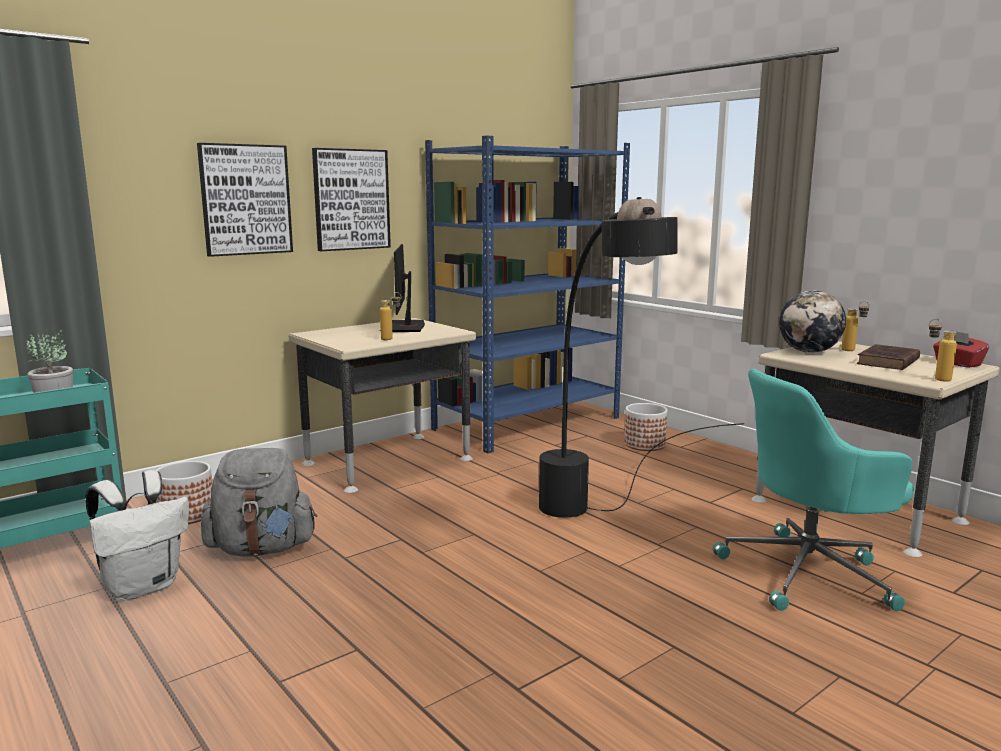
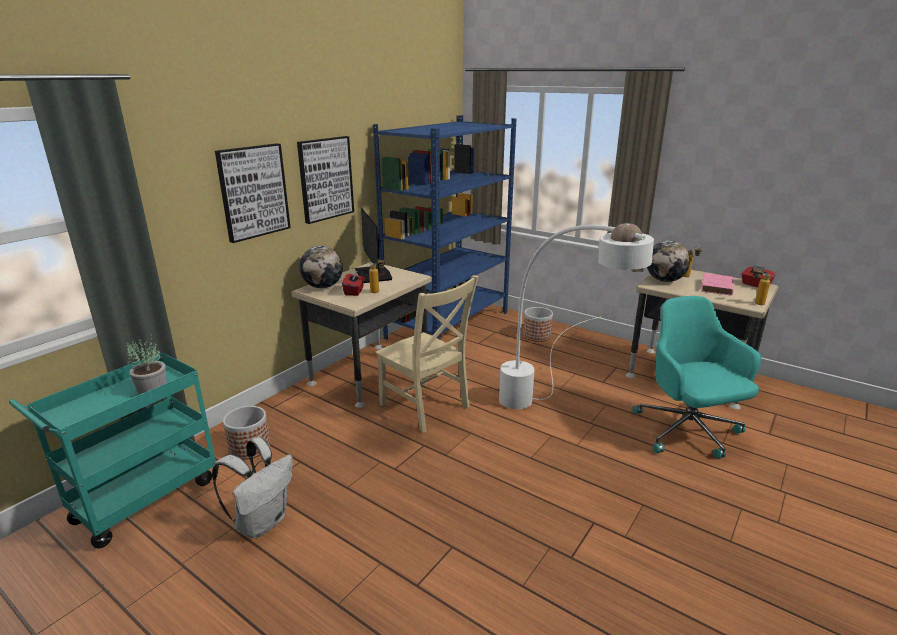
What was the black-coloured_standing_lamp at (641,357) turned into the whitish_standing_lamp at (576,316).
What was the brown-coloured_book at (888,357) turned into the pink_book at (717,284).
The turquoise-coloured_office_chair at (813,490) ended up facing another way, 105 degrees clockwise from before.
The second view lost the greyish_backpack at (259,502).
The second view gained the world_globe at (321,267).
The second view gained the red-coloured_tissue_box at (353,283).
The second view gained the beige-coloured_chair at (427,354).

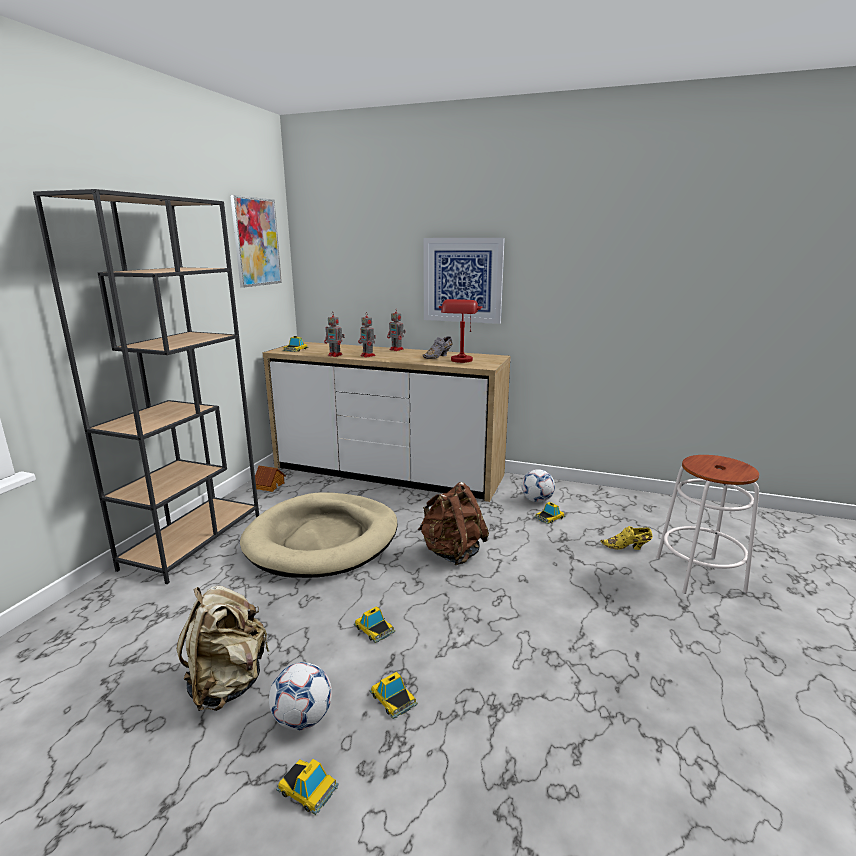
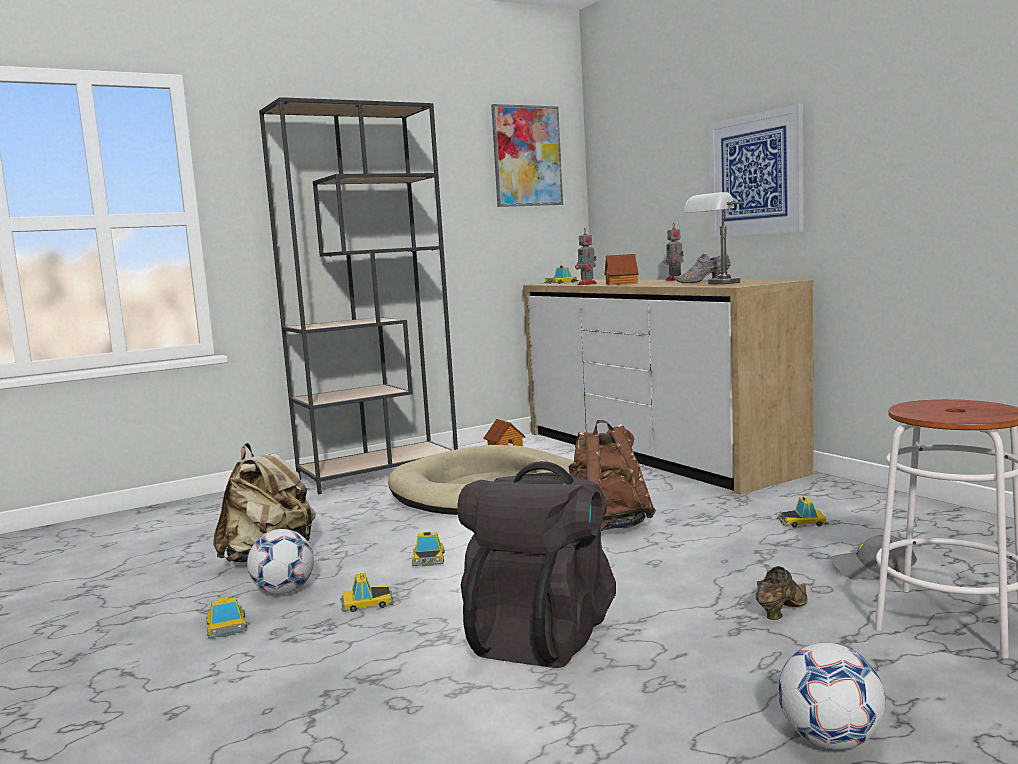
What was the red-coloured_tabletop_lamp at (460,331) turned into the greyish_tabletop_lamp at (714,238).
Where the robot_figure stood at (367,336), the miniature_house came to stand at (622,269).
The football ended up elsewhere, having gone from (538,485) to (832,696).
Where the yellow_low_shoe stood at (626,538), the greyish_cap came to stand at (874,557).
The model_car at (393,695) ended up facing another way, 105 degrees counterclockwise from before.
The second view gained the black-coloured_backpack at (536,564).
The second view gained the brown-coloured_low_shoe at (782,593).

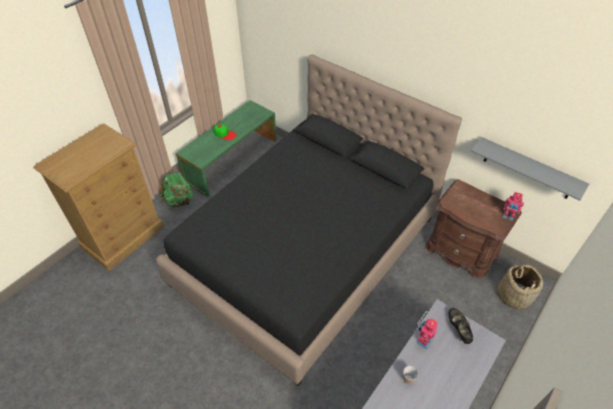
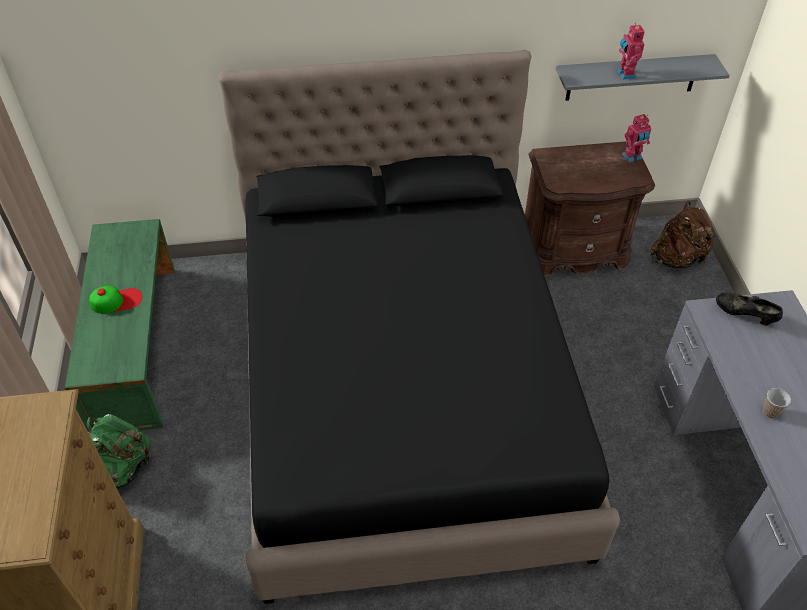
Where the storage_basket stood at (520,286), the brown-coloured_backpack came to stand at (681,234).
The robot_figure ended up elsewhere, having gone from (427,333) to (631,51).

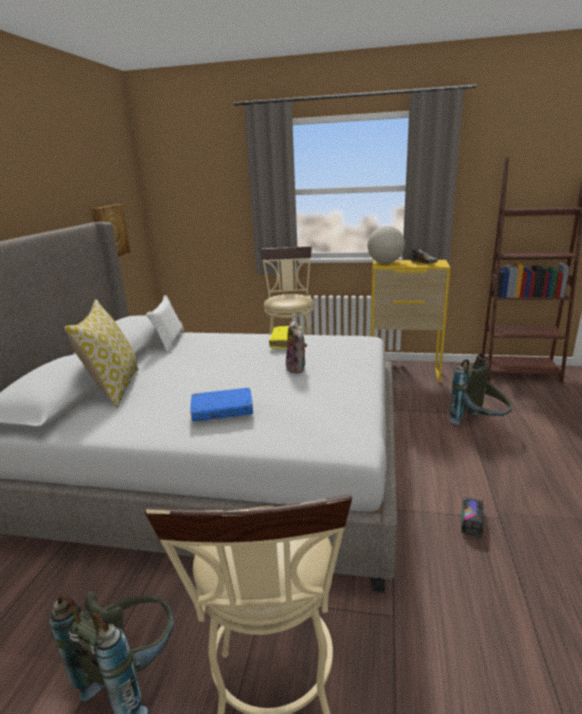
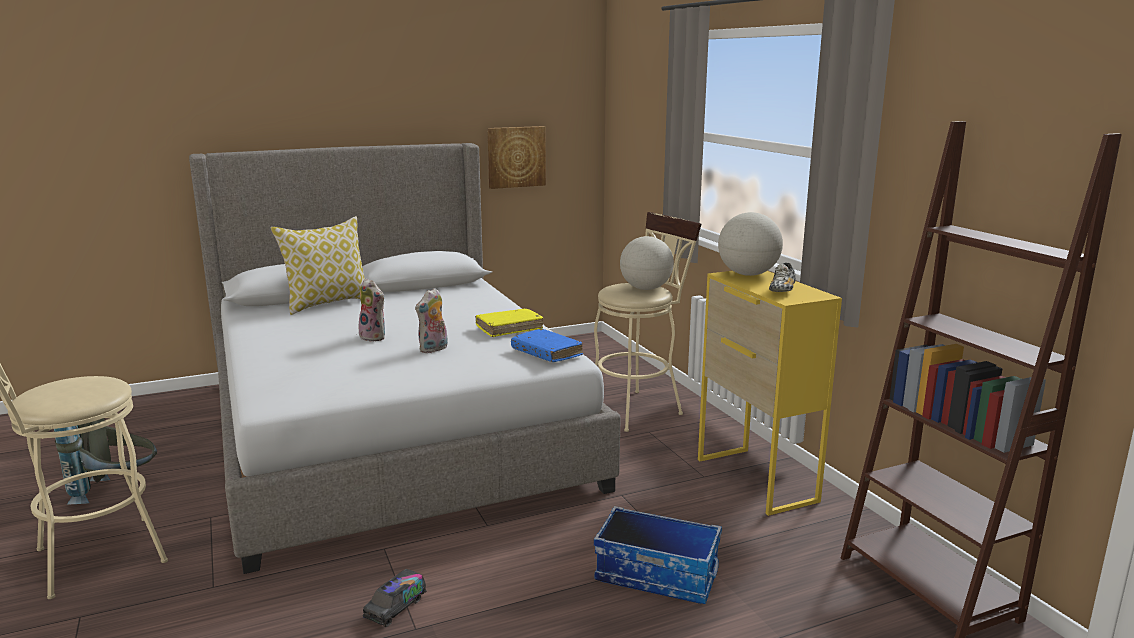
The second view lost the whitish_throw_pillow at (165,324).
Where the greyish_backpack stood at (480,389), the storage_box came to stand at (658,555).
The bluish_book ended up elsewhere, having gone from (222,405) to (547,345).
The toy_lorry at (472,517) ended up facing another way, 135 degrees clockwise from before.
The second view gained the world_globe at (647,263).
The second view gained the plush_toy at (371,310).

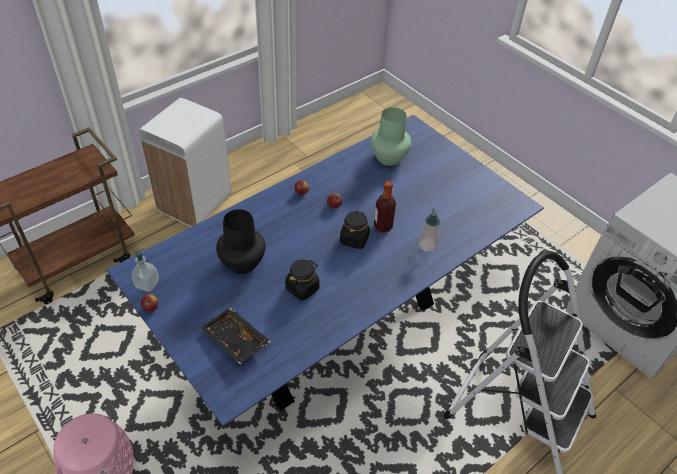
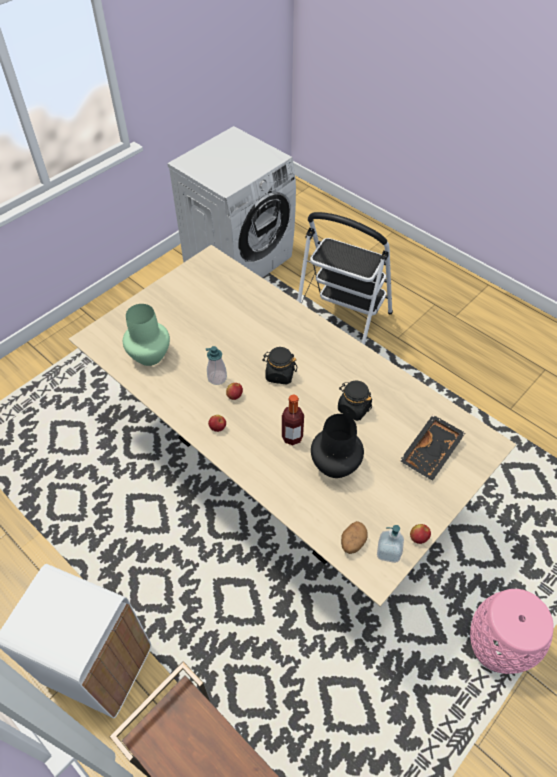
What was the bluish_kitchen_table at (325,270) turned into the beige-coloured_kitchen_table at (293,426).
The bottle ended up elsewhere, having gone from (385,207) to (293,419).
The liquid_soap_bottle ended up elsewhere, having gone from (429,229) to (216,365).
The second view gained the spud at (354,537).

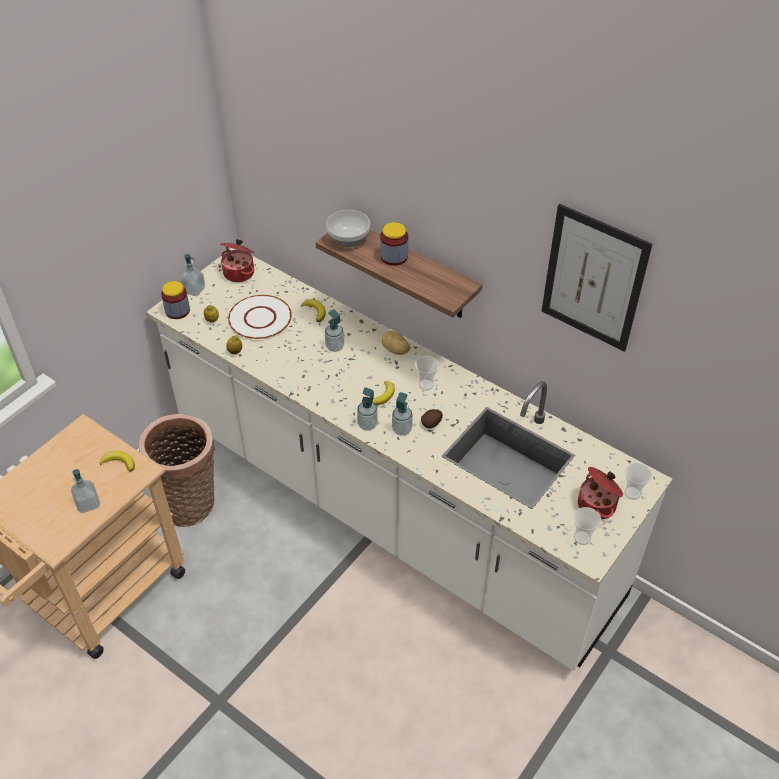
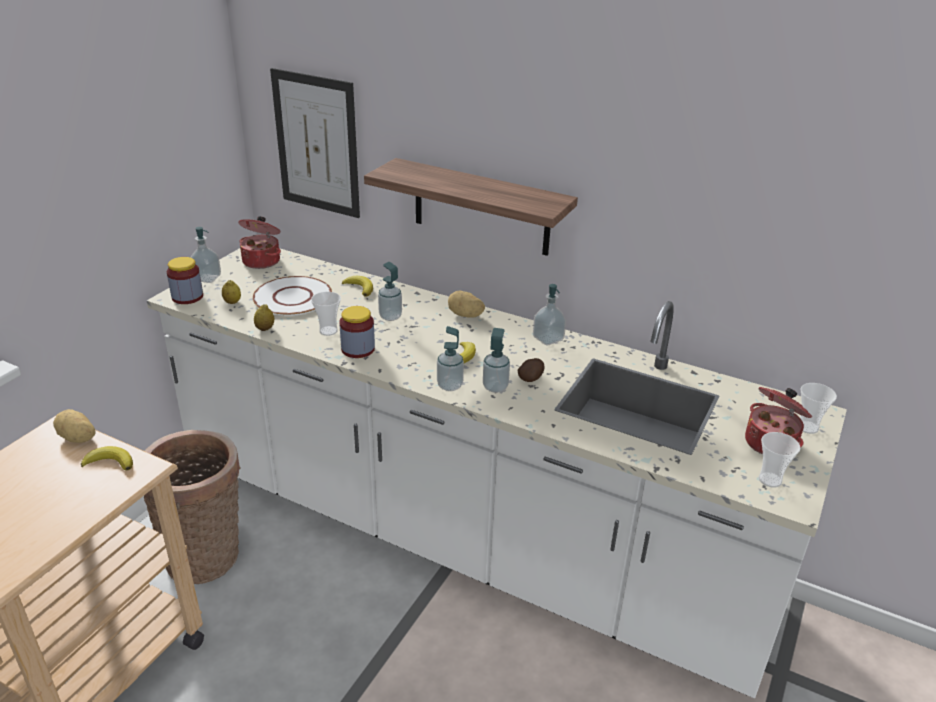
The wall_picture ended up elsewhere, having gone from (597,278) to (315,143).
The second view lost the serving_bowl at (348,228).
The preserve_jar ended up elsewhere, having gone from (394,244) to (357,332).
The small_cup ended up elsewhere, having gone from (427,373) to (326,314).
The liquid_soap_bottle ended up elsewhere, having gone from (85,491) to (549,315).
The second view gained the spud at (74,426).

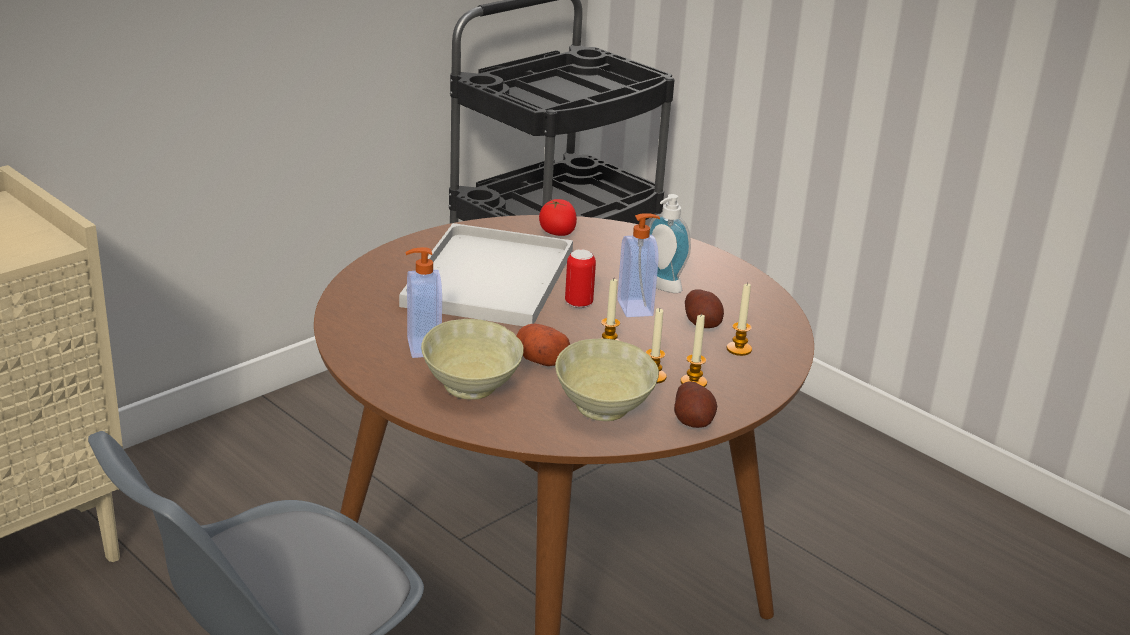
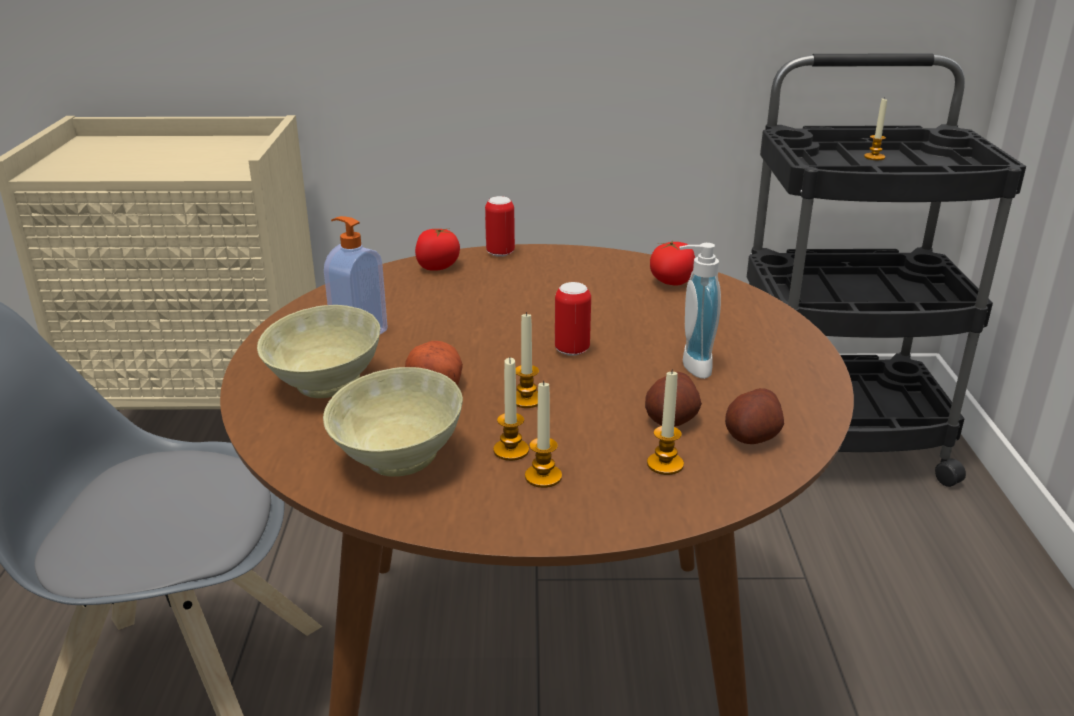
The second view lost the liquid_soap_bottle at (638,265).
The second view lost the whitish_carrying_tray at (486,274).
The spud ended up elsewhere, having gone from (695,404) to (754,416).
The second view gained the wax_light at (875,129).
The second view gained the sealed_can at (500,226).
The second view gained the whole_tomato at (437,249).

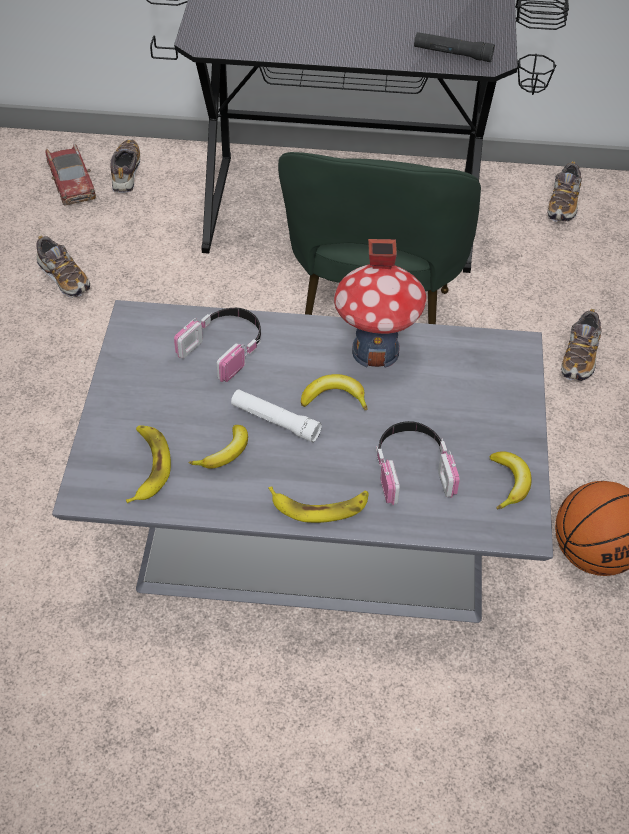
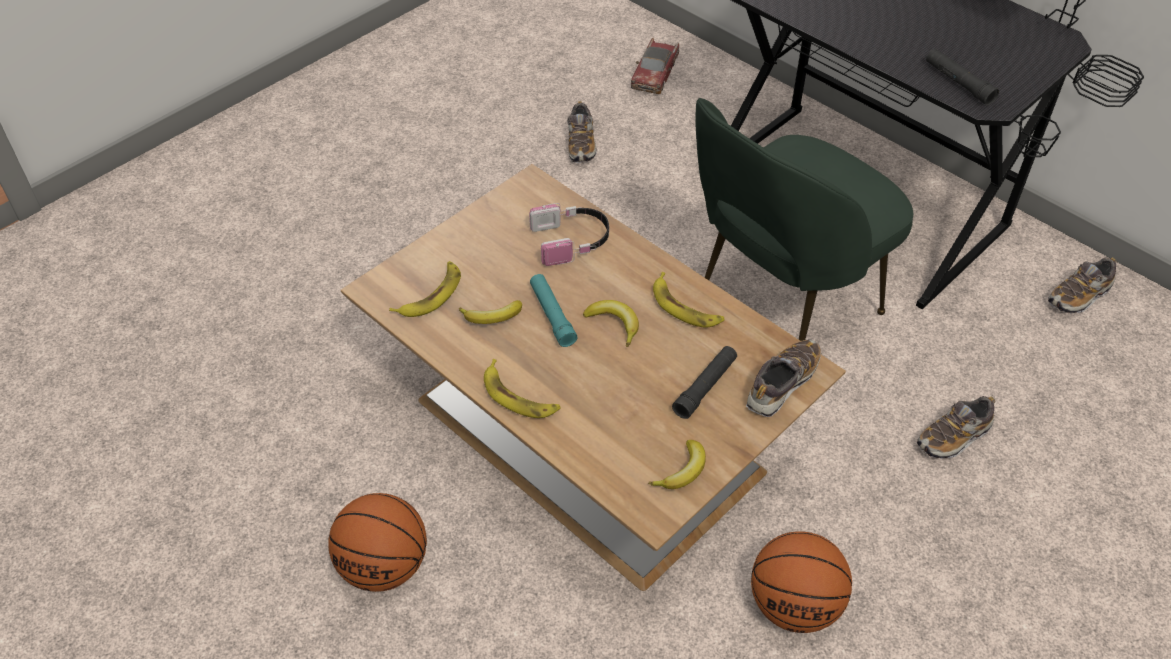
The low_shoe ended up elsewhere, having gone from (125,166) to (783,378).
Where the miniature_house stood at (380,303), the banana came to stand at (689,300).
What was the greyish_lounge_table at (302,461) turned into the brown-coloured_lounge_table at (593,377).
What was the whitish_flashlight at (276,415) turned into the turquoise-coloured_flashlight at (553,310).
The second view lost the pair_of_headphones at (417,463).
The second view gained the black-coloured_flashlight at (704,382).
The second view gained the ball_for_basketball at (377,542).

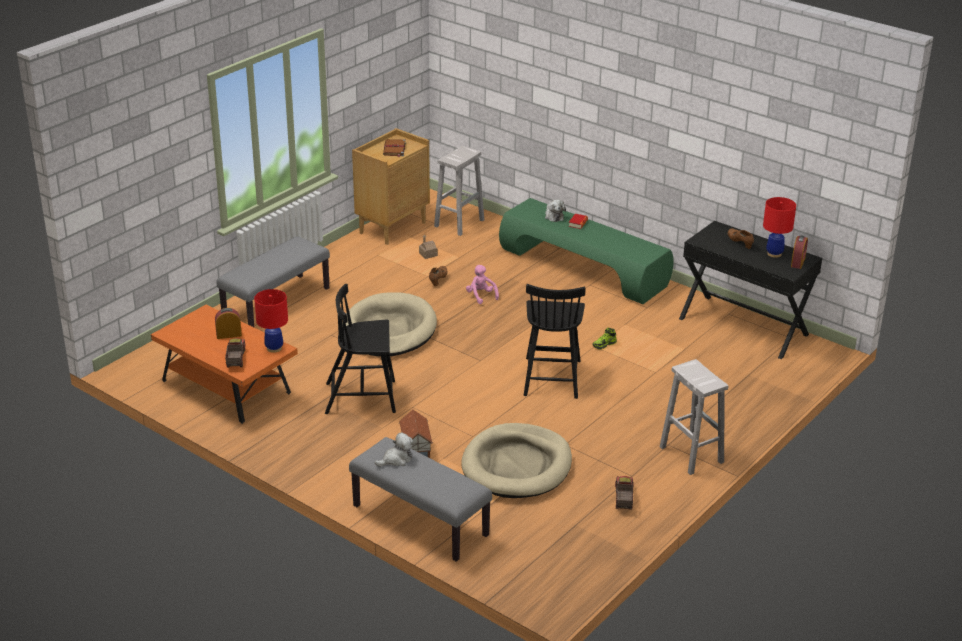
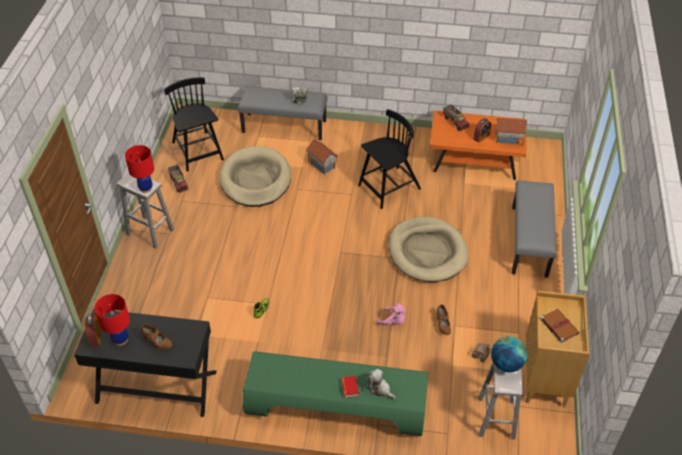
The black-coloured_chair ended up elsewhere, having gone from (554,341) to (194,124).
The red-coloured_tabletop_lamp ended up elsewhere, having gone from (271,321) to (139,169).
The second view gained the miniature_house at (511,132).
The second view gained the world_globe at (509,354).

